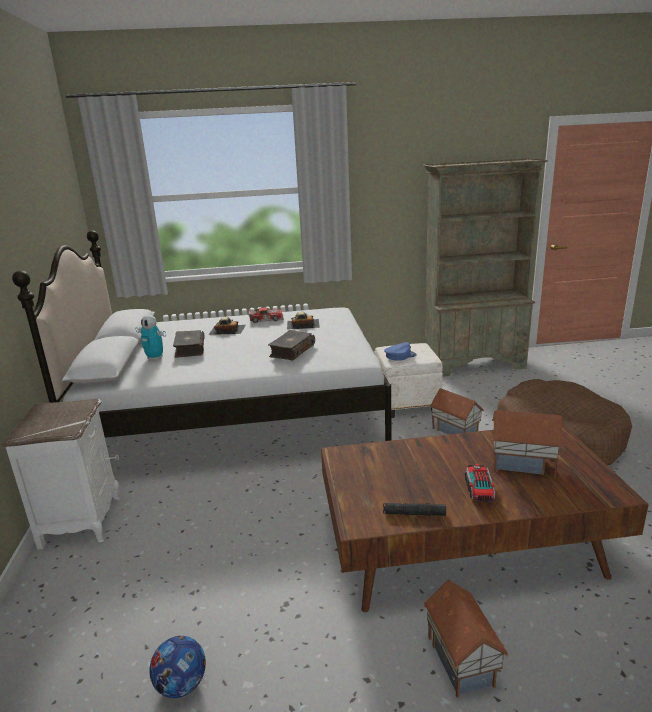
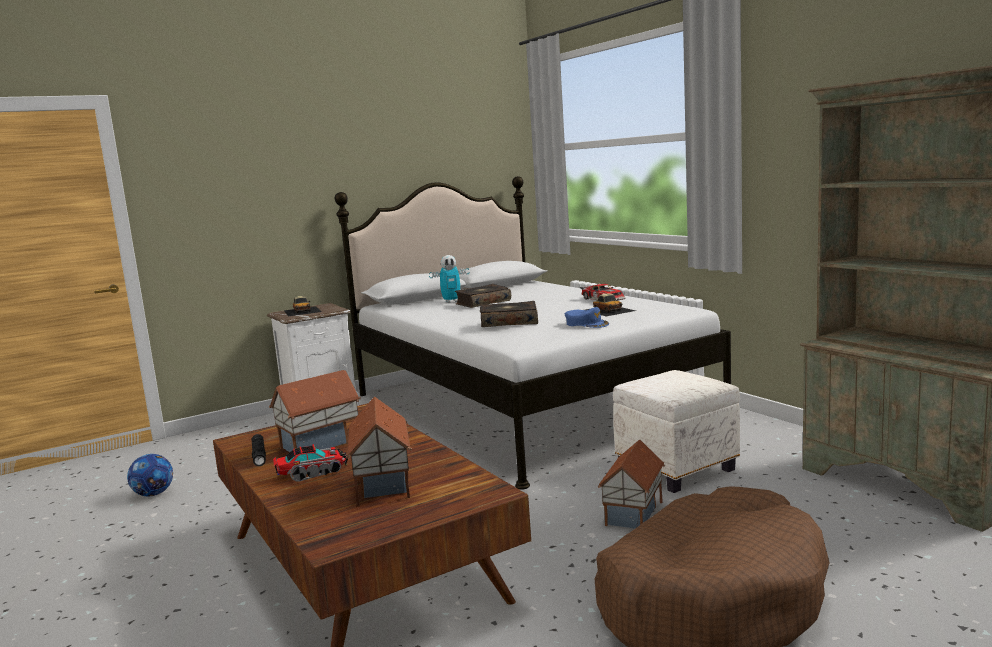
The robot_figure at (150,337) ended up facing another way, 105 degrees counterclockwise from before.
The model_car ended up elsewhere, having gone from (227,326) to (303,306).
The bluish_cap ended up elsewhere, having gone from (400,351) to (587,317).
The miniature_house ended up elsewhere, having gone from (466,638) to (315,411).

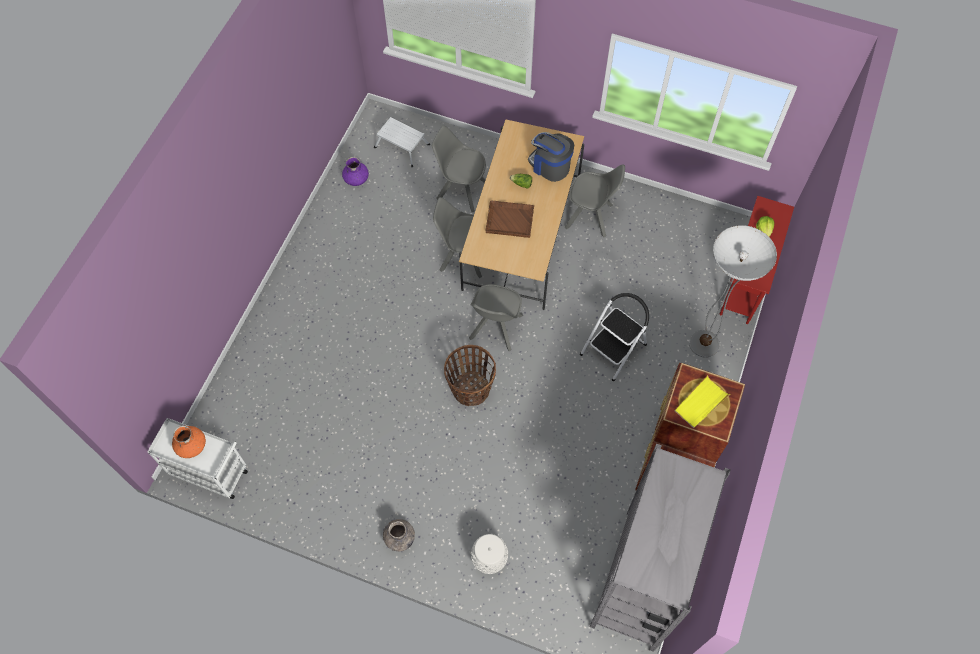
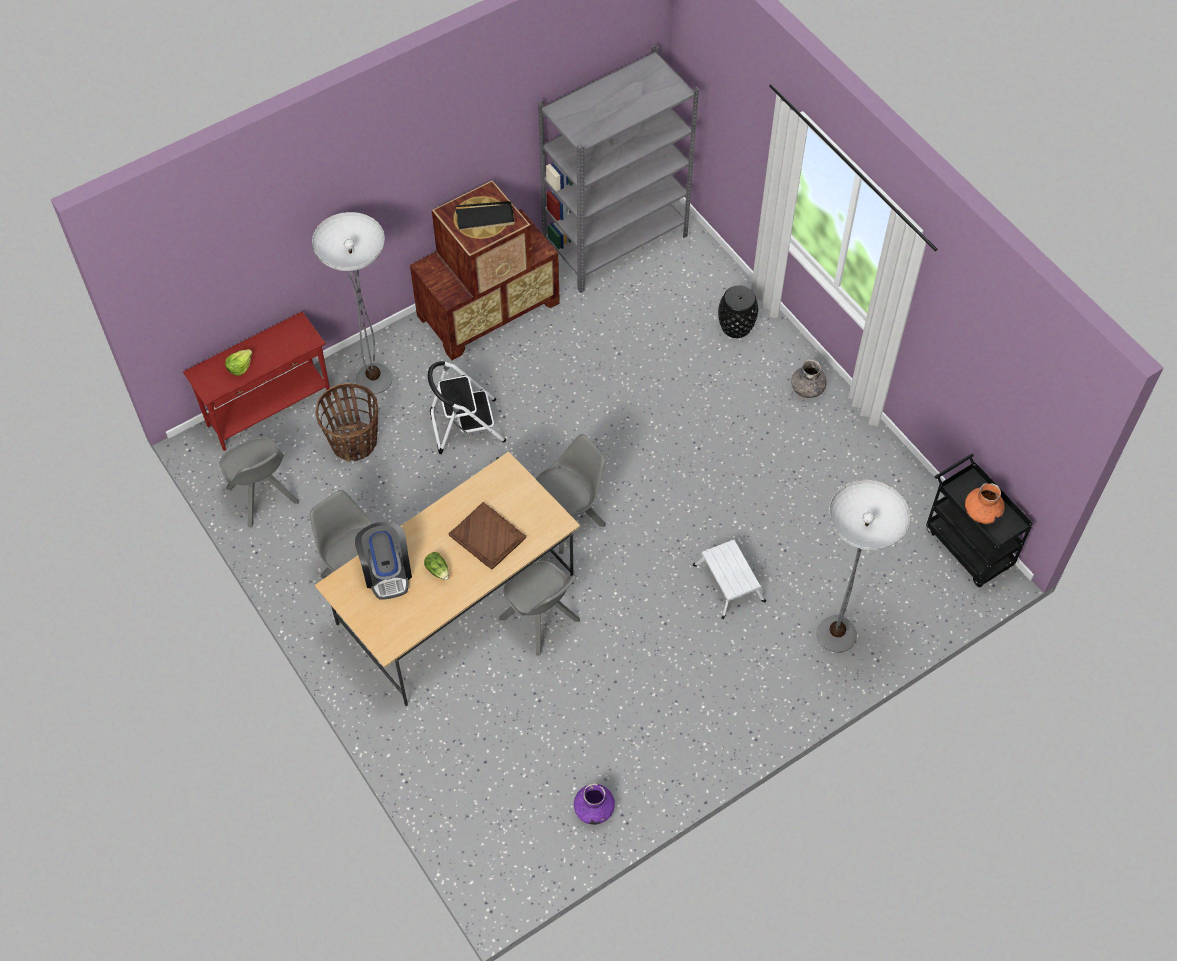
The whitish_stepladder ended up elsewhere, having gone from (402,142) to (729,579).
The greyish_chair ended up elsewhere, having gone from (459,169) to (259,482).
The storage_basket ended up elsewhere, having gone from (470,375) to (347,422).
What was the yellow_carrying_tray at (702,401) turned into the black-coloured_carrying_tray at (485,215).
What was the whitish_trolley at (198,458) turned into the black-coloured_trolley at (979,520).
What was the whitish_sitting_stool at (489,554) turned into the black-coloured_sitting_stool at (738,311).
The second view gained the standing_lamp at (863,566).

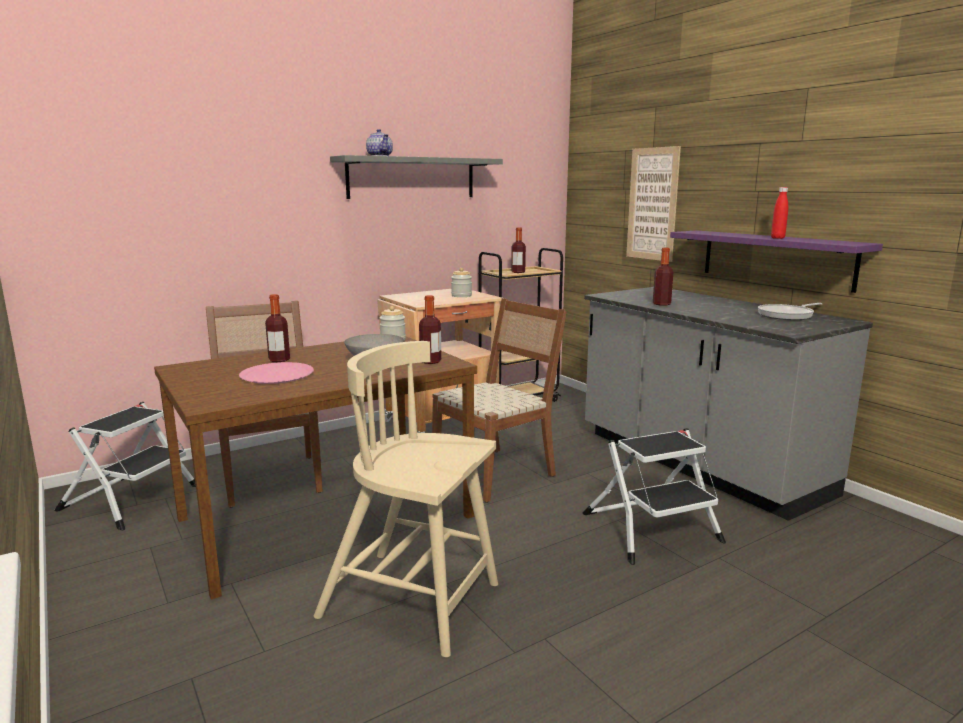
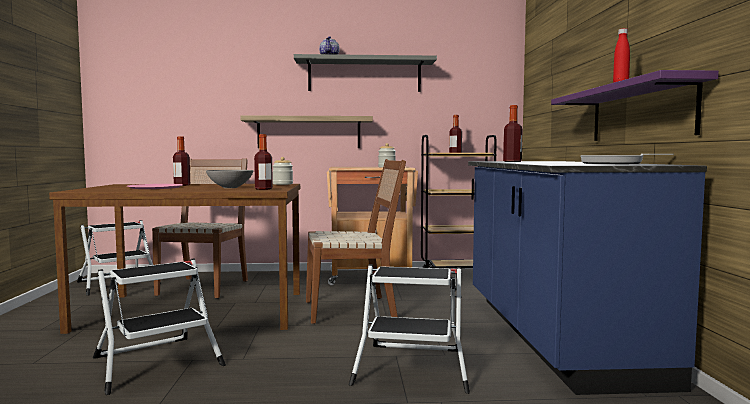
The second view lost the wall_picture at (653,204).
What was the greyish_counter at (728,404) turned into the bluish_counter at (587,278).
Where the beige-coloured_chair stood at (406,499), the stepladder came to stand at (159,326).
The second view gained the bracket_shelf at (307,131).

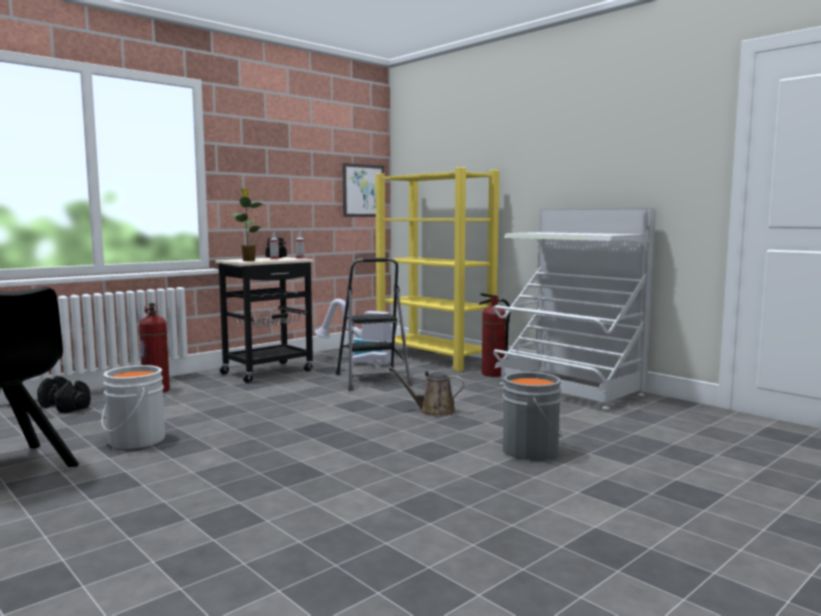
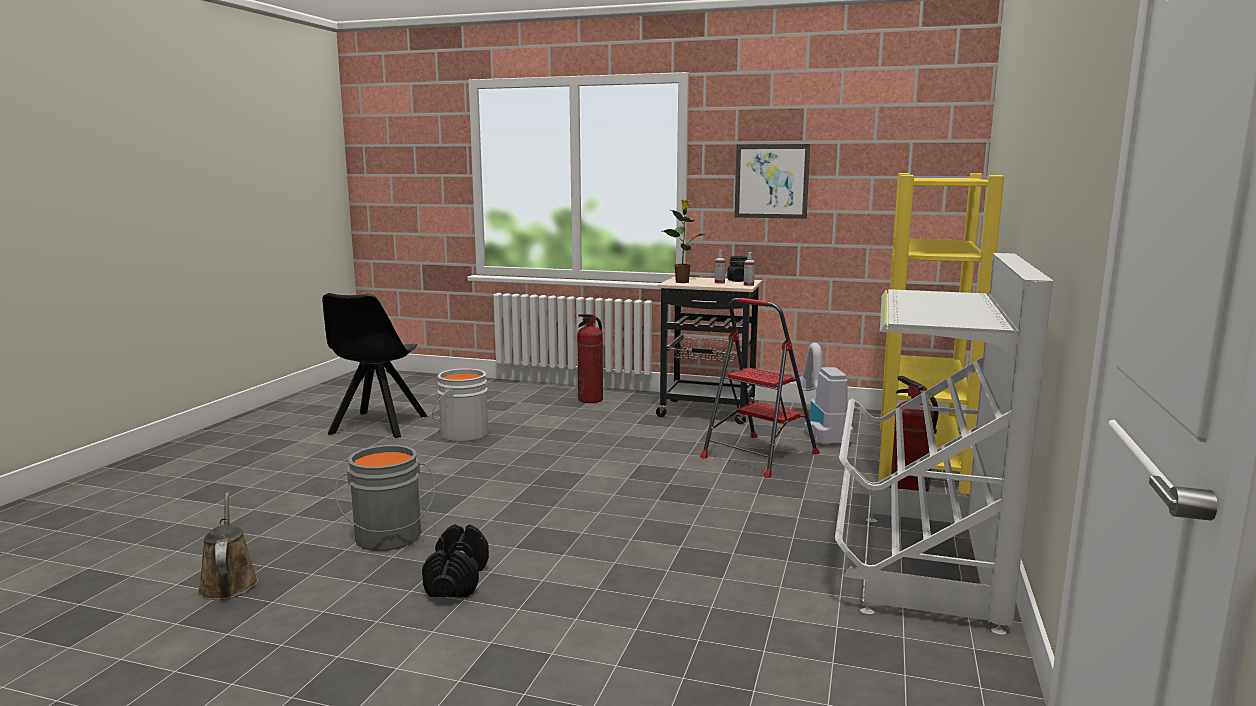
The wall_picture ended up elsewhere, having gone from (363,190) to (772,181).
What was the black-coloured_stepladder at (374,324) turned into the red-coloured_stepladder at (760,388).
The brown-coloured_watering_pot ended up elsewhere, having gone from (427,391) to (228,546).
The greyish_water_bucket ended up elsewhere, having gone from (532,416) to (385,498).
The black-coloured_dumbbell ended up elsewhere, having gone from (64,394) to (455,560).

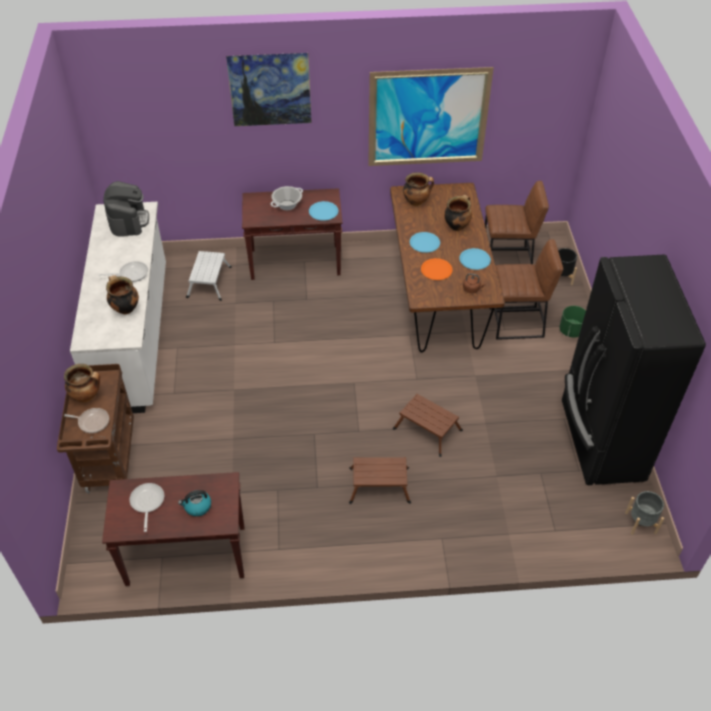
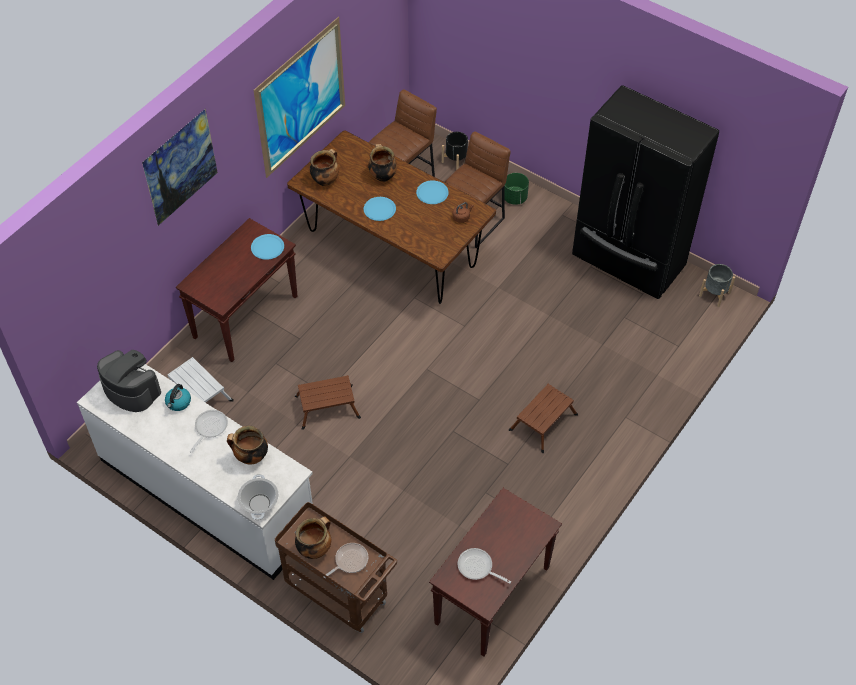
The saucepot ended up elsewhere, having gone from (287,198) to (258,497).
The second view lost the orange-coloured_dinner_plate at (437,269).
The brown-coloured_stepladder ended up elsewhere, having gone from (428,425) to (328,402).
The kettle ended up elsewhere, having gone from (194,503) to (178,397).

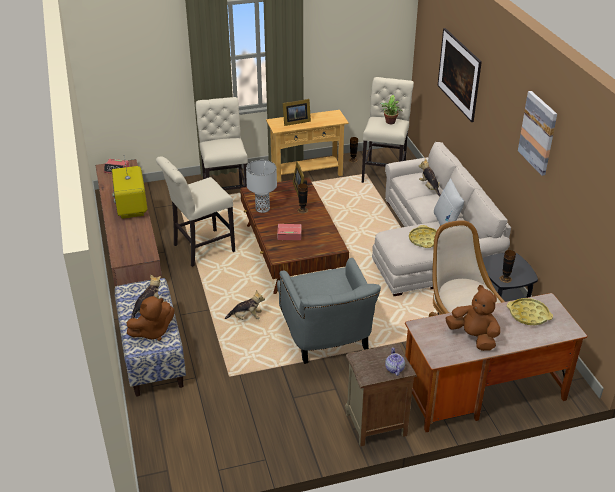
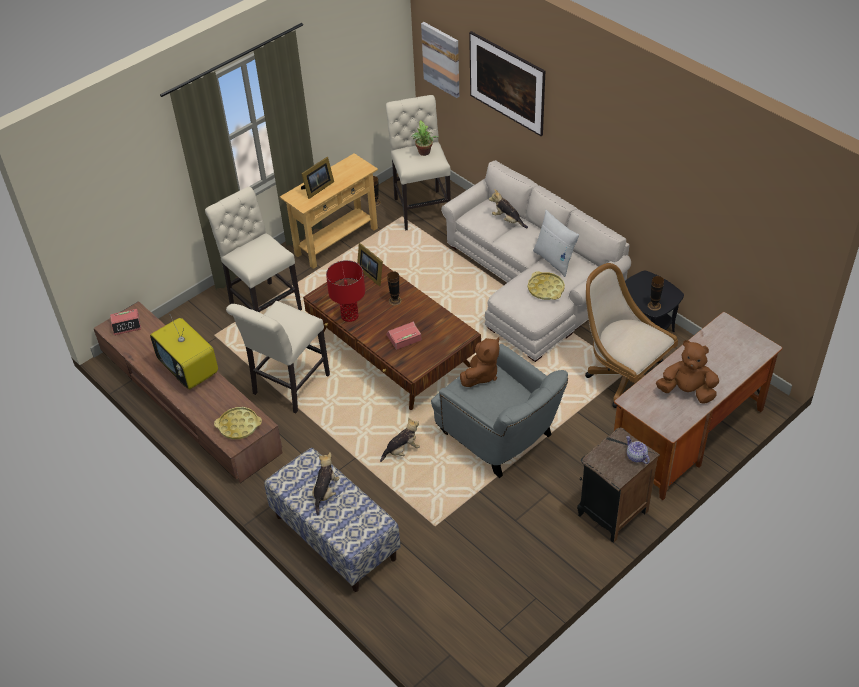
The wall_picture ended up elsewhere, having gone from (537,133) to (440,60).
What was the whitish_tabletop_lamp at (261,186) turned into the red-coloured_tabletop_lamp at (345,291).
The brown-coloured_plush_toy ended up elsewhere, having gone from (150,318) to (480,362).
The yellow_carrying_tray ended up elsewhere, having gone from (530,311) to (238,423).
What was the beige-coloured_night_table at (381,395) turned into the black-coloured_night_table at (618,485).

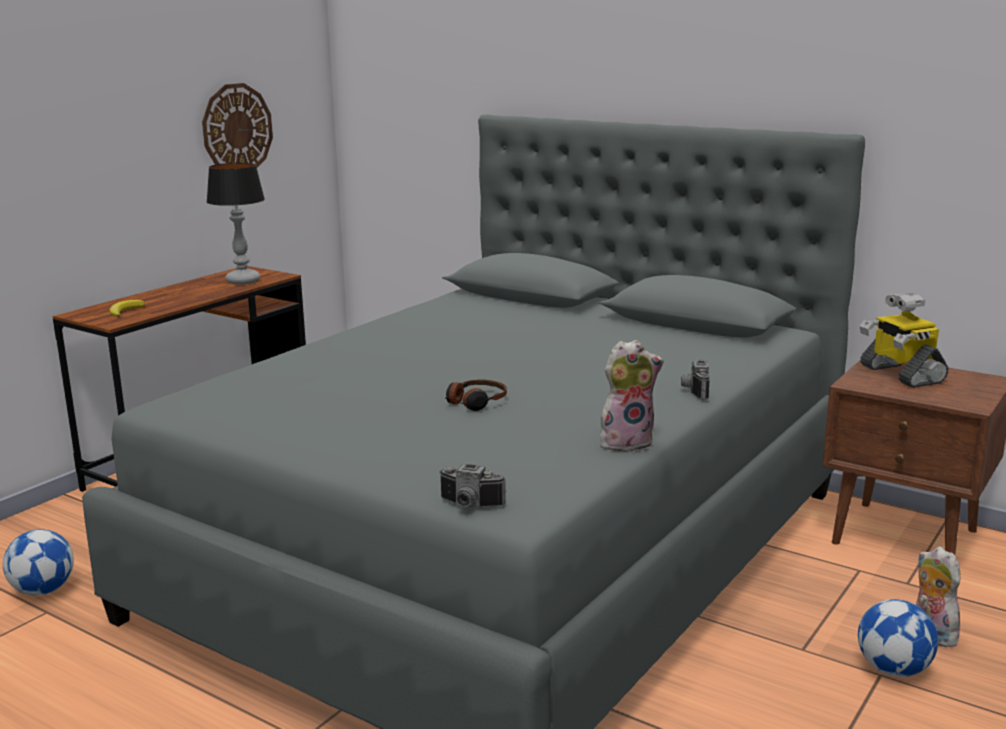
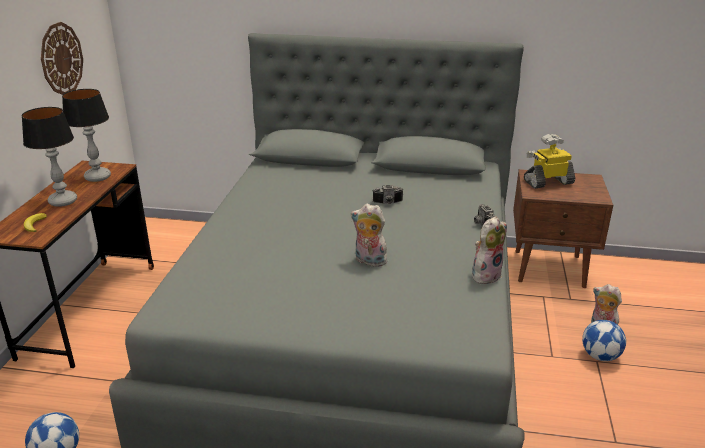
The robot_figure at (904,340) ended up facing another way, 120 degrees clockwise from before.
Where the pair_of_headphones stood at (476,395), the plush_toy came to stand at (369,235).
The still_camera ended up elsewhere, having gone from (472,485) to (388,194).
The second view gained the tabletop_lamp at (49,157).

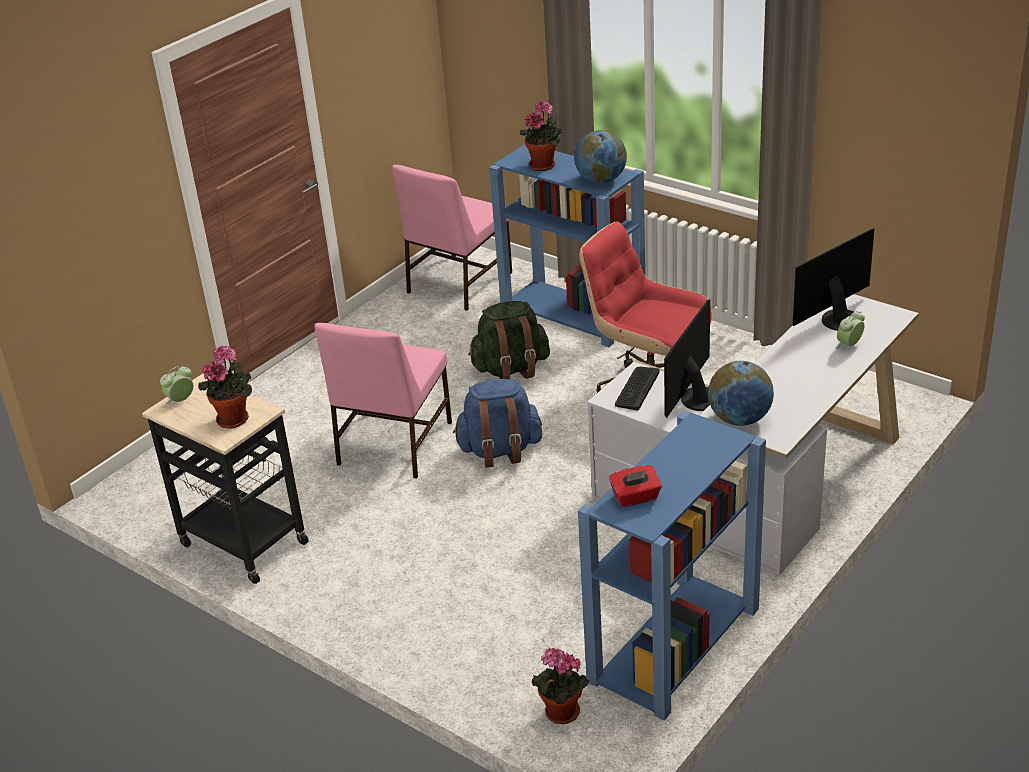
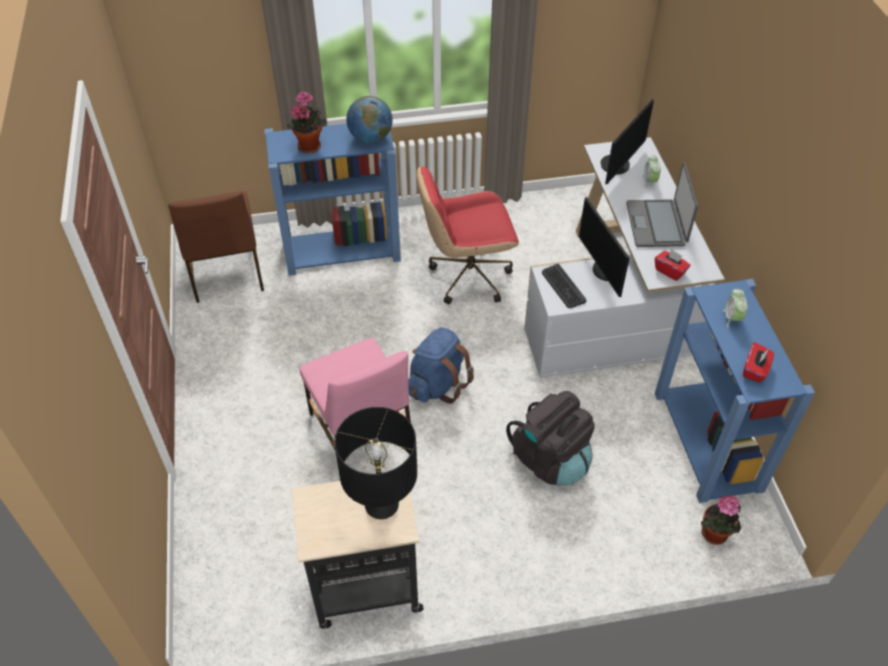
What was the pink_chair at (452,238) turned into the brown-coloured_chair at (216,247).
The computer_display at (833,279) ended up facing another way, 150 degrees counterclockwise from before.
The second view lost the green_backpack at (509,340).
Where the potted_plant stood at (225,387), the black-coloured_tabletop_lamp came to stand at (376,463).
Where the world_globe stood at (741,393), the red-coloured_tissue_box came to stand at (672,265).
The bedside_clock ended up elsewhere, having gone from (176,385) to (735,308).
The second view gained the laptop at (662,204).
The second view gained the black-coloured_backpack at (550,438).

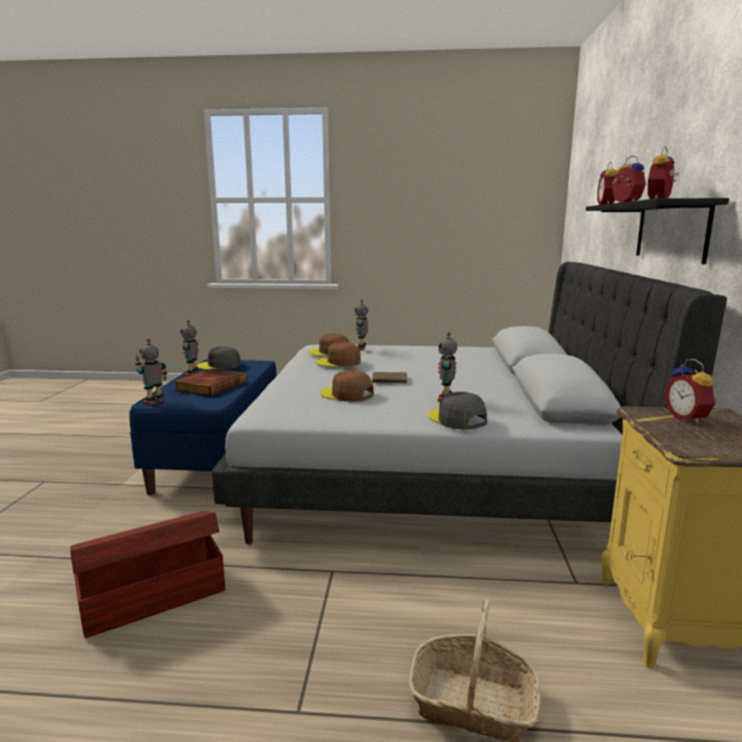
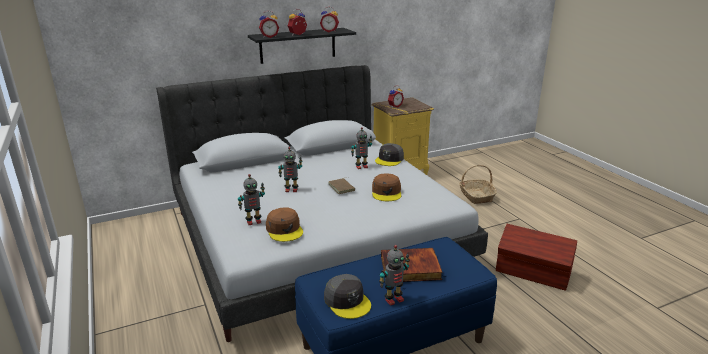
The robot_figure ended up elsewhere, having gone from (151,372) to (290,169).
The second view lost the brown-coloured_cap at (338,354).

